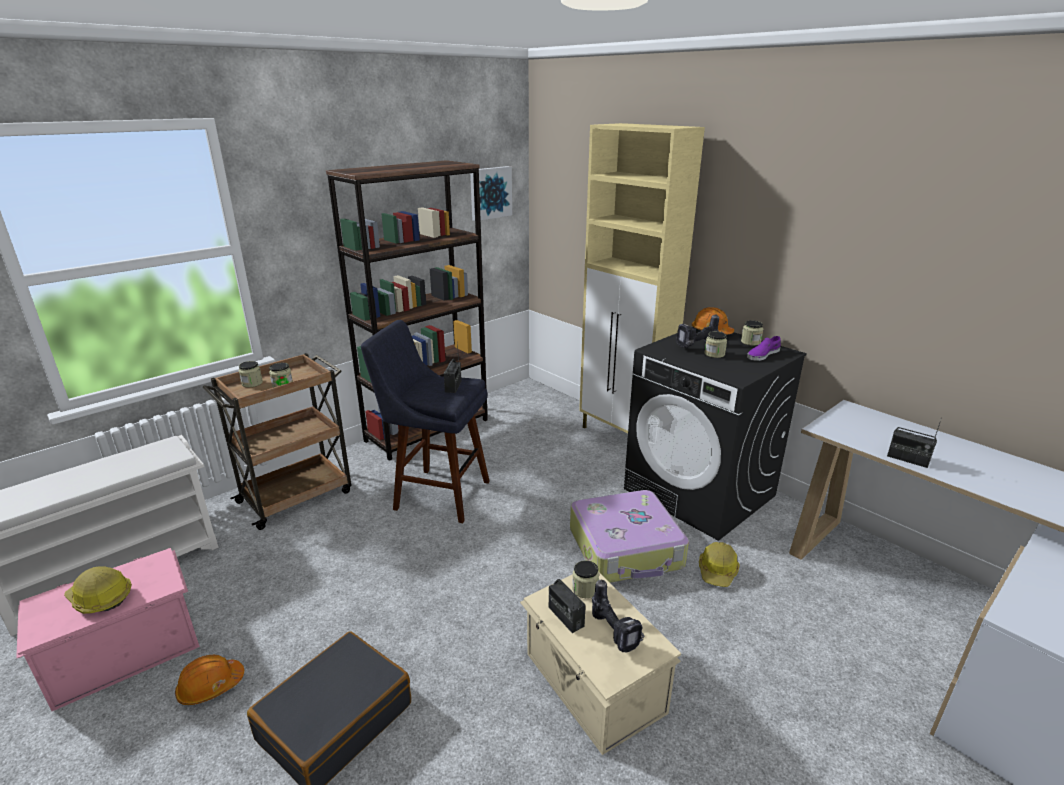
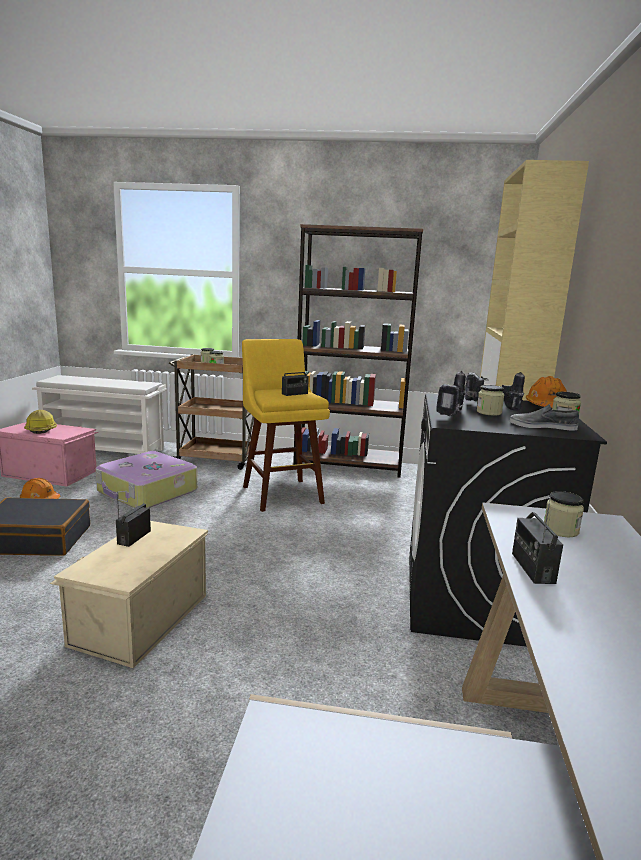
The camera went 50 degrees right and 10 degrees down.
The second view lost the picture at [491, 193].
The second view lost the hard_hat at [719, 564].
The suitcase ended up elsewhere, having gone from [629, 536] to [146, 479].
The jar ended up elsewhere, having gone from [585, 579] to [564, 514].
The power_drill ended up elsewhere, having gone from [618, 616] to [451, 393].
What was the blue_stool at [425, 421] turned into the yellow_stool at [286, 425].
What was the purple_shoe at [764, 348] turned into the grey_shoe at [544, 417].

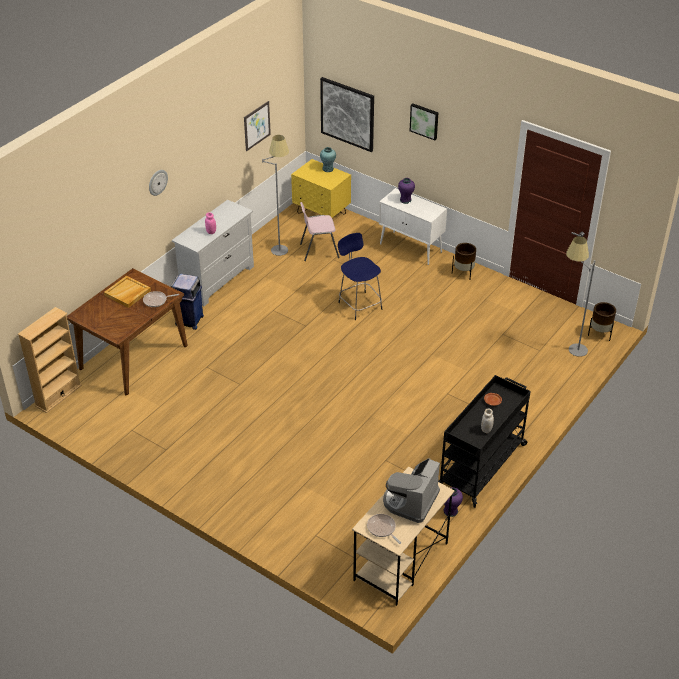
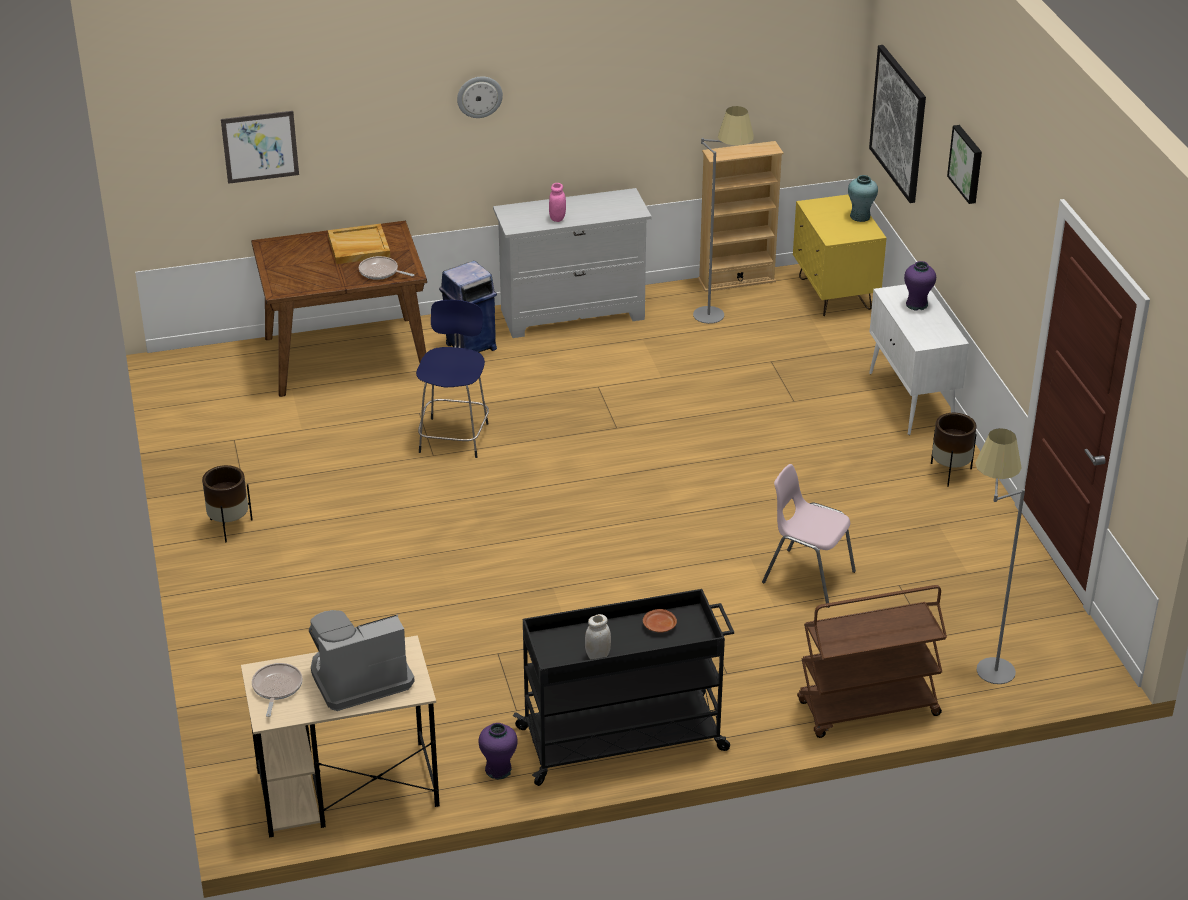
The camera went 40 degrees right and 5 degrees down.
The second view gained the brown_cart at [872, 661].
The beige_bookcase ended up elsewhere, having gone from [50, 360] to [741, 216].
The picture ended up elsewhere, having gone from [257, 126] to [260, 147].
The pink_chair ended up elsewhere, having gone from [319, 231] to [809, 536].
The blue_stool ended up elsewhere, having gone from [360, 276] to [452, 379].
The brown_planter ended up elsewhere, having gone from [602, 321] to [227, 503].

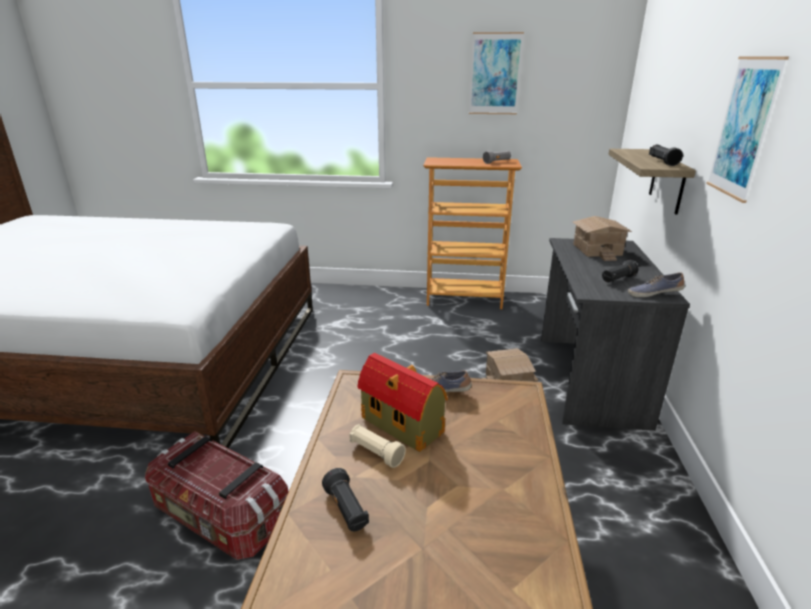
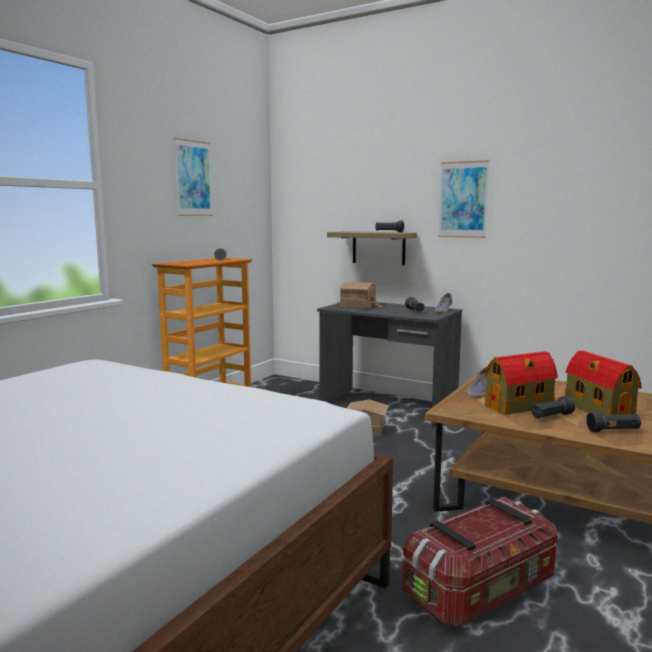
The camera went 65 degrees left and 15 degrees down.
The second view gained the toy_house at [603, 382].
What was the beige_flashlight at [377, 446] turned into the black_flashlight at [553, 407].

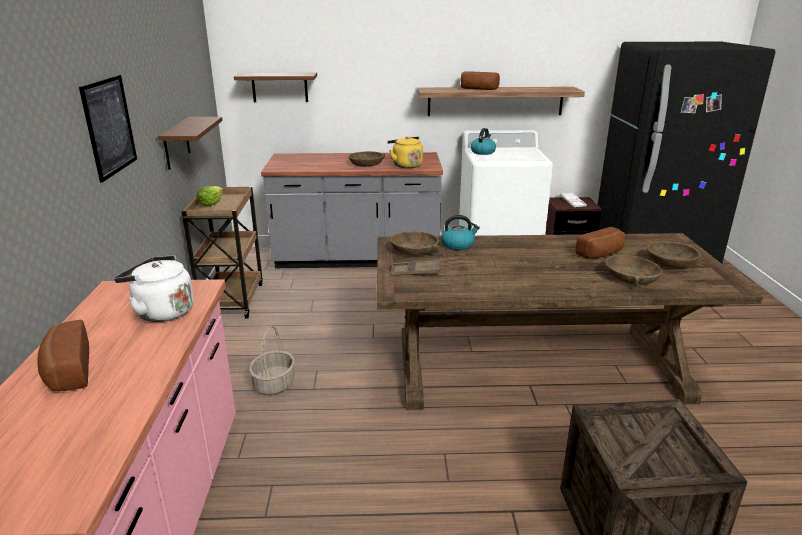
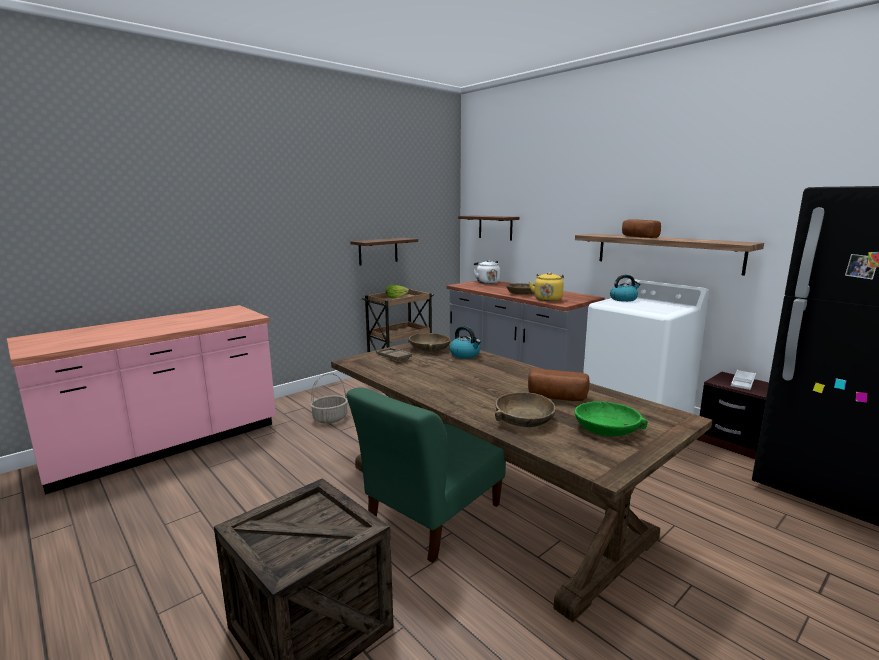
The camera went 50 degrees right and 10 degrees down.
The second view lost the bread at [63, 355].
The second view lost the picture at [108, 129].
The second view gained the green_chair at [426, 475].
The white_kettle ended up elsewhere, having gone from [154, 288] to [486, 272].
What was the brown_bowl at [674, 254] turned into the green_bowl at [611, 418].

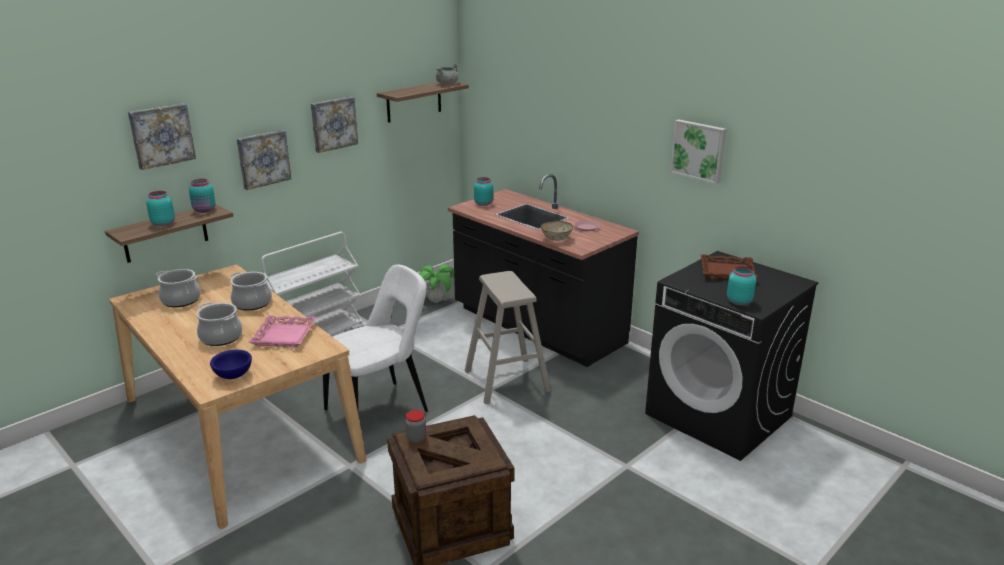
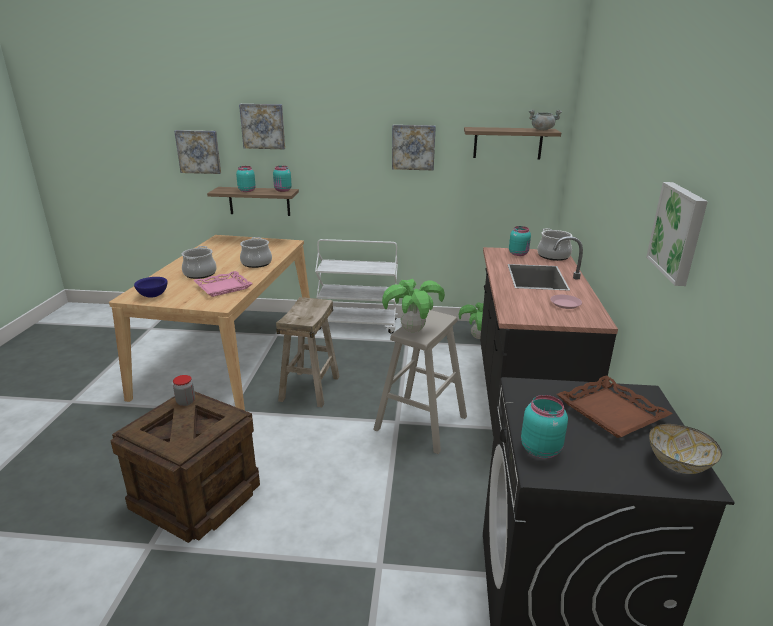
The camera went 50 degrees right and 0 degrees up.
The second view gained the potted_plant at [413, 305].
The cooking_pot ended up elsewhere, having gone from [178, 288] to [554, 244].
The picture ended up elsewhere, having gone from [264, 160] to [197, 152].
The bowl ended up elsewhere, having gone from [557, 231] to [685, 449].
Where the white_chair stood at [375, 338], the beige_stool came to stand at [308, 352].

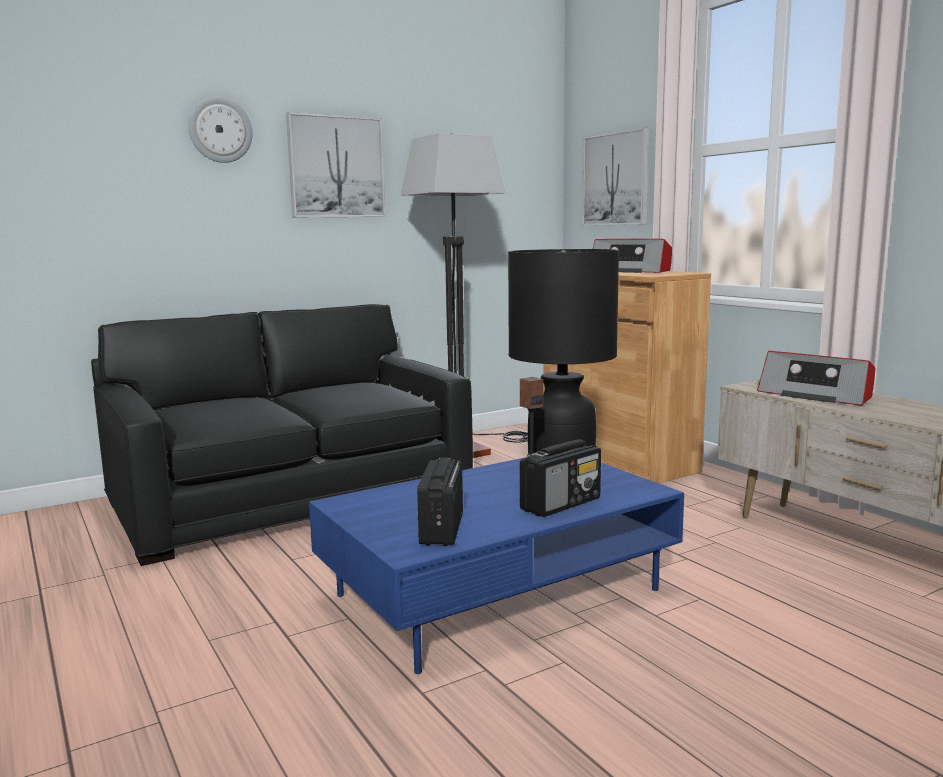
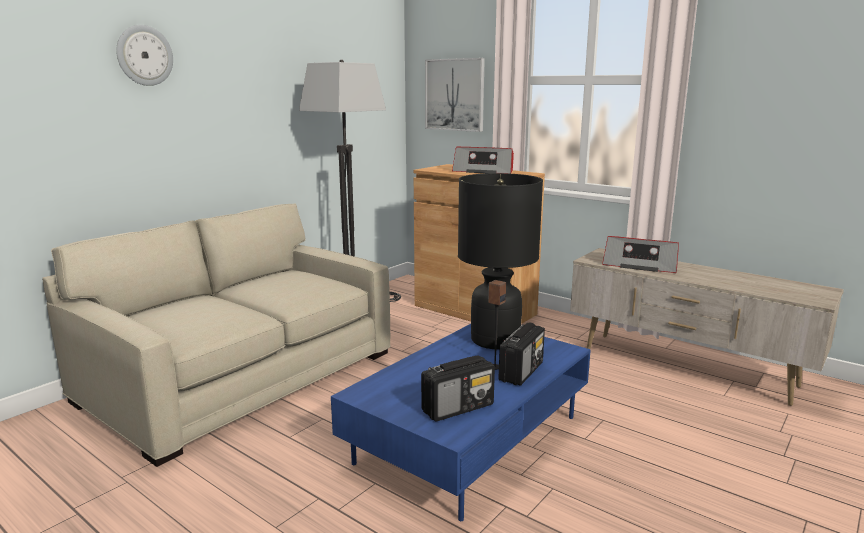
The camera went 20 degrees left and 5 degrees up.
The second view lost the picture at [336, 164].
What was the black_sofa at [282, 435] turned into the beige_sofa at [216, 335].
The radio at [440, 502] ended up facing another way, 105 degrees counterclockwise from before.

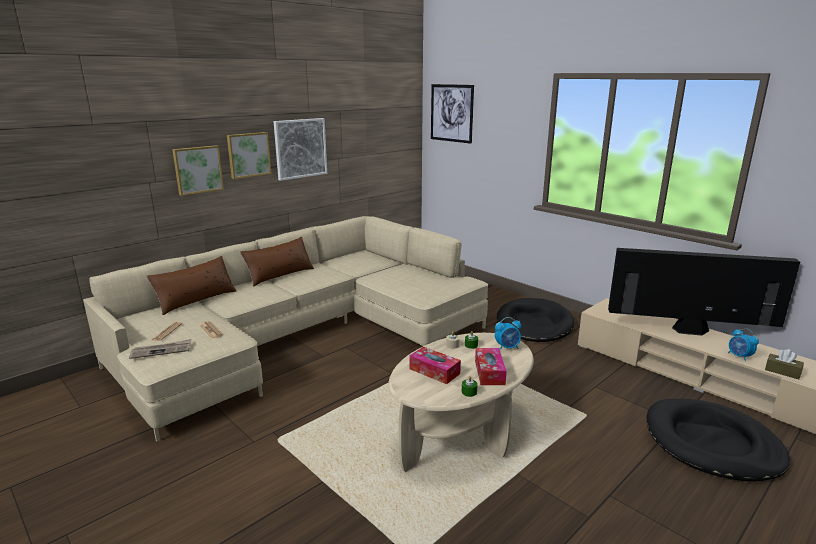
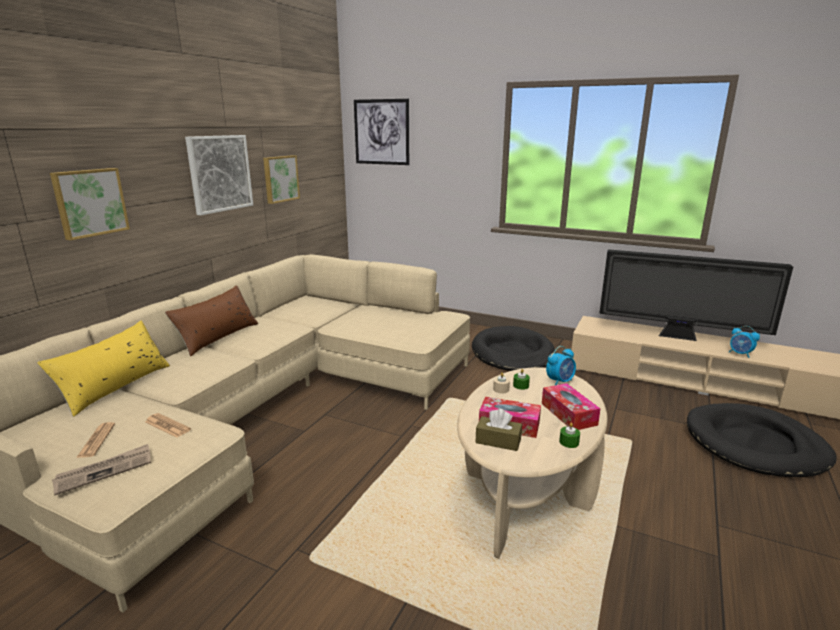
The camera went 20 degrees left and 0 degrees up.
The picture ended up elsewhere, having gone from [249, 155] to [281, 179].
The brown_tissue_box ended up elsewhere, having gone from [784, 364] to [499, 430].
What was the brown_pillow at [191, 285] turned into the yellow_pillow at [103, 369].
The television at [704, 291] ended up facing another way, 150 degrees counterclockwise from before.

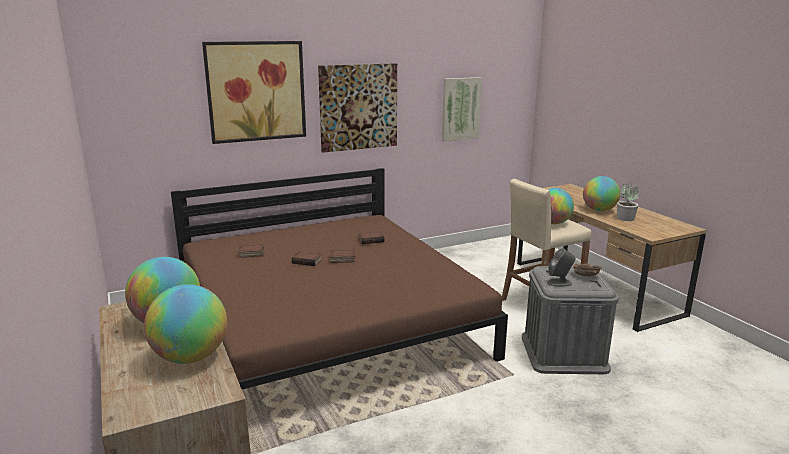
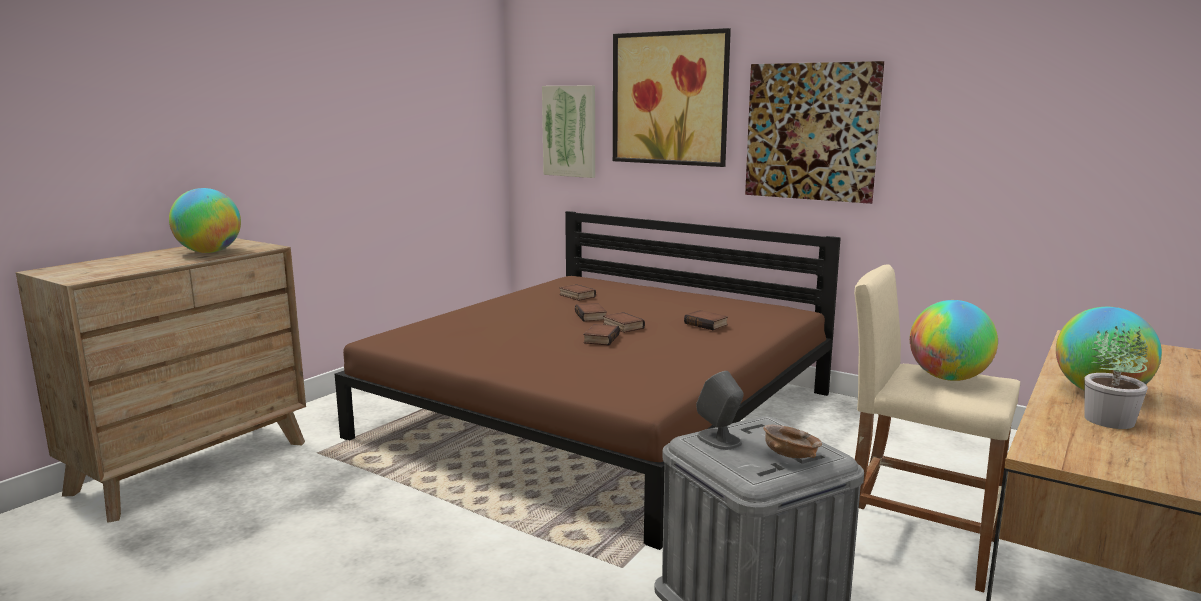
The camera went 60 degrees right and 5 degrees down.
The second view lost the globe at [185, 324].
The second view gained the book at [601, 334].
The picture ended up elsewhere, having gone from [462, 109] to [568, 132].

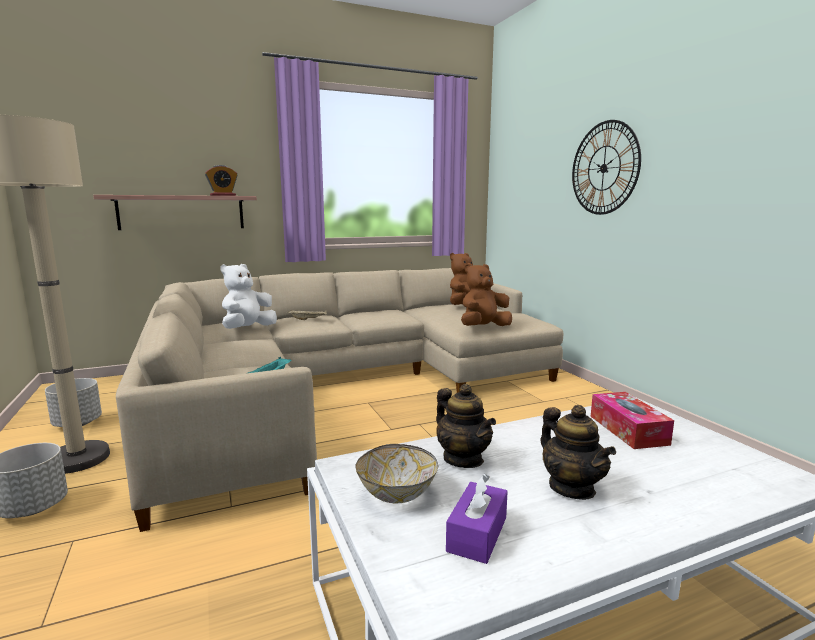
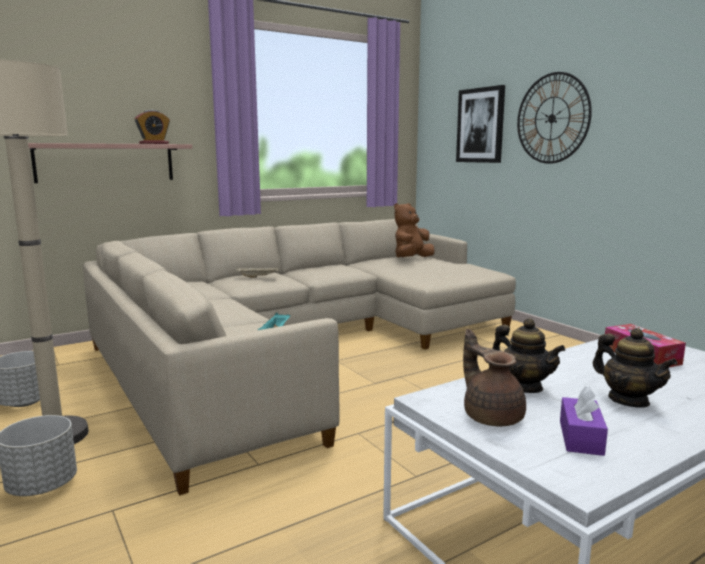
The camera went 10 degrees left and 0 degrees up.
The second view lost the white_plush_toy at [248, 296].
The second view lost the brown_plush_toy at [486, 295].
The second view gained the picture at [480, 124].
Where the bowl stood at [396, 473], the brown_teapot came to stand at [494, 377].

